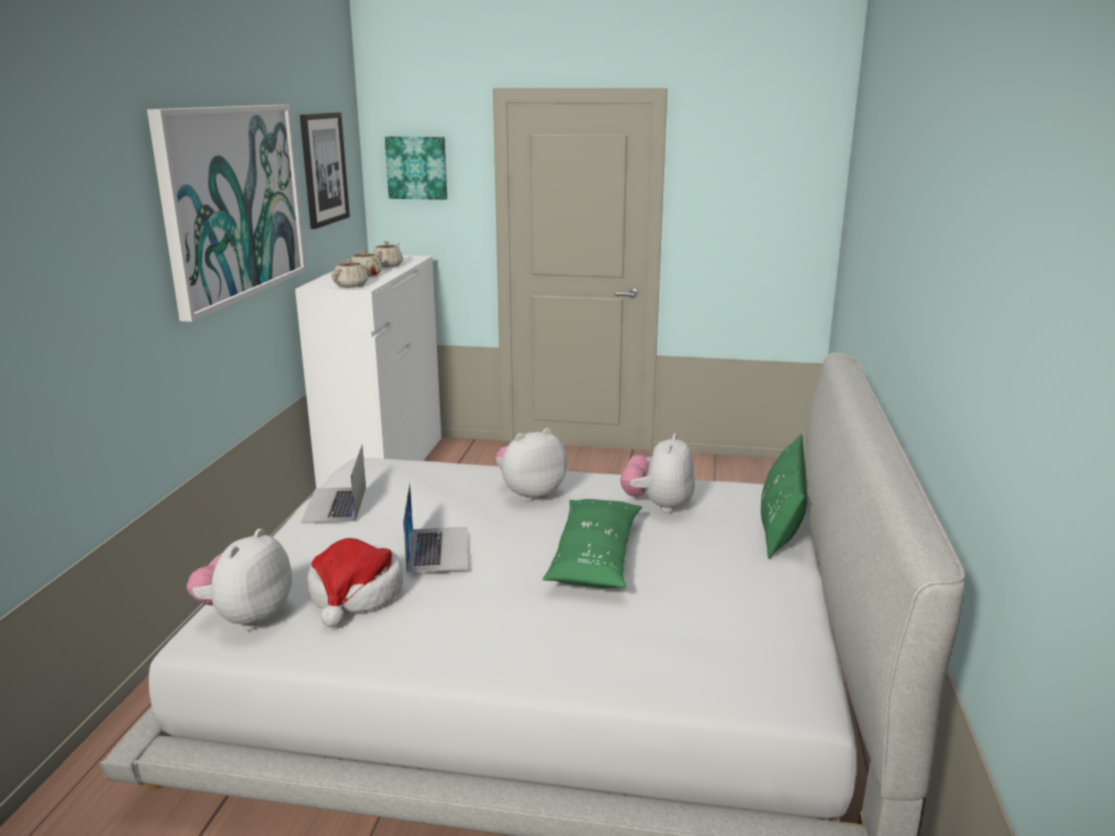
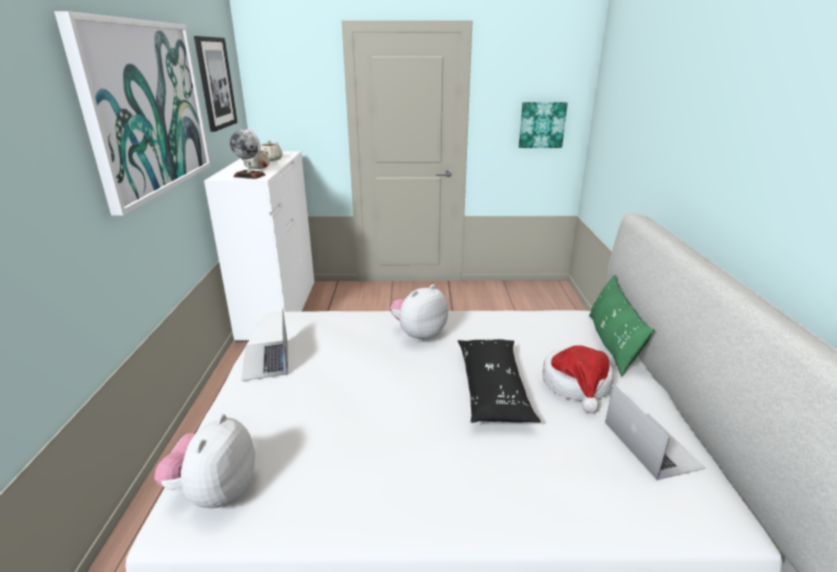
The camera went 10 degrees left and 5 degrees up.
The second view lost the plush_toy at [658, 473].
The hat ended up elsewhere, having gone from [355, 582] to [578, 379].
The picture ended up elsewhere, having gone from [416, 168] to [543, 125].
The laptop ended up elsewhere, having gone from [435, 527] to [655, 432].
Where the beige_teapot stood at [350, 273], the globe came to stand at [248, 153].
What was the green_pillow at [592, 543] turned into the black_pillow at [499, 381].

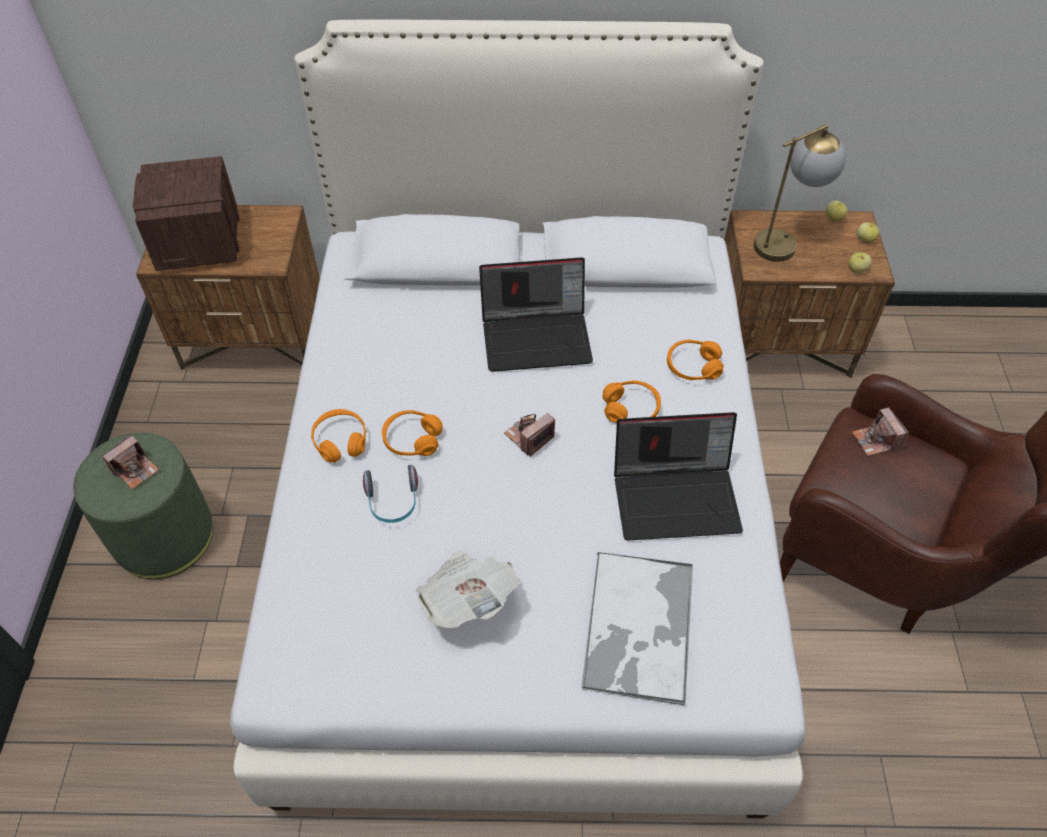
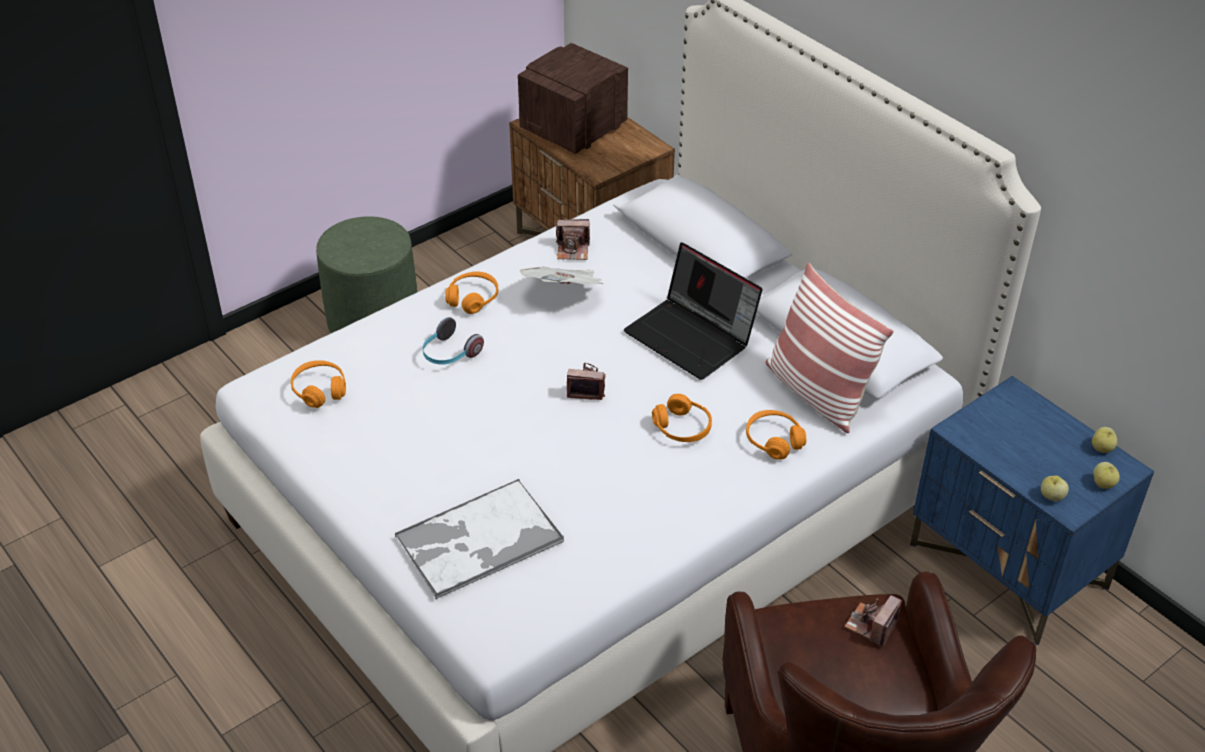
The camera went 50 degrees right and 10 degrees down.
The second view lost the laptop at [678, 476].
The second view lost the table_lamp at [800, 193].
The second view gained the pillow at [829, 348].
The photo_camera ended up elsewhere, having gone from [130, 462] to [573, 239].
The orange_headphones ended up elsewhere, having gone from [412, 433] to [318, 384].
The newspaper ended up elsewhere, having gone from [467, 589] to [561, 275].
What was the brown_nightstand at [809, 294] turned into the blue_nightstand at [1032, 510].

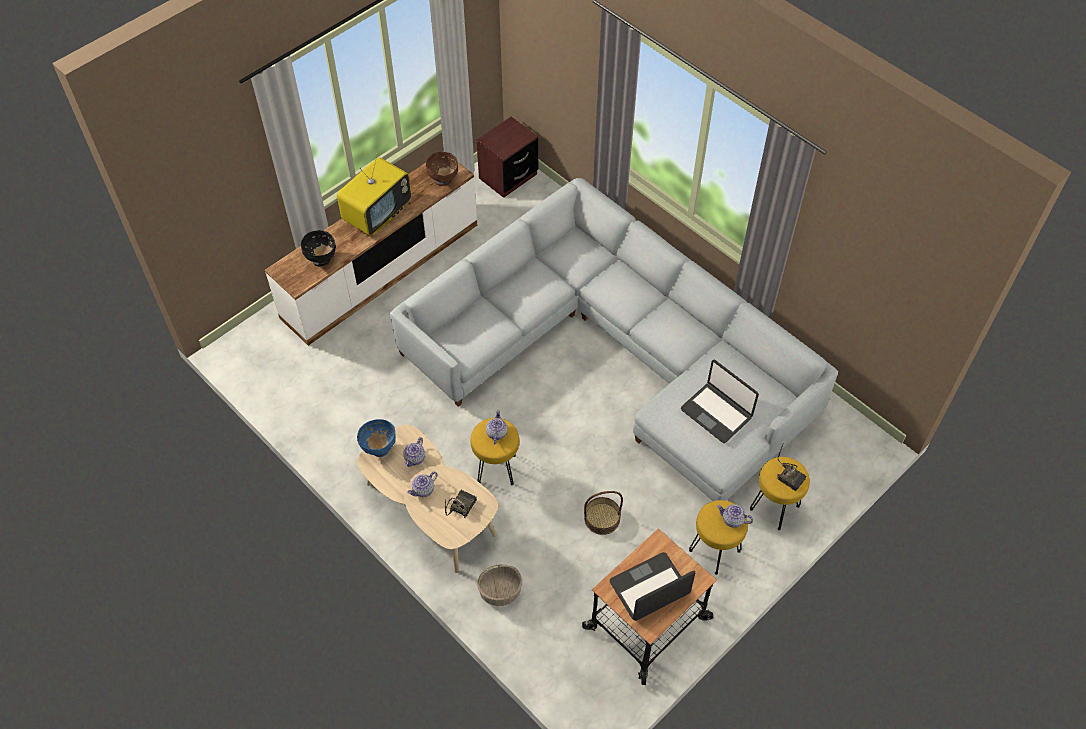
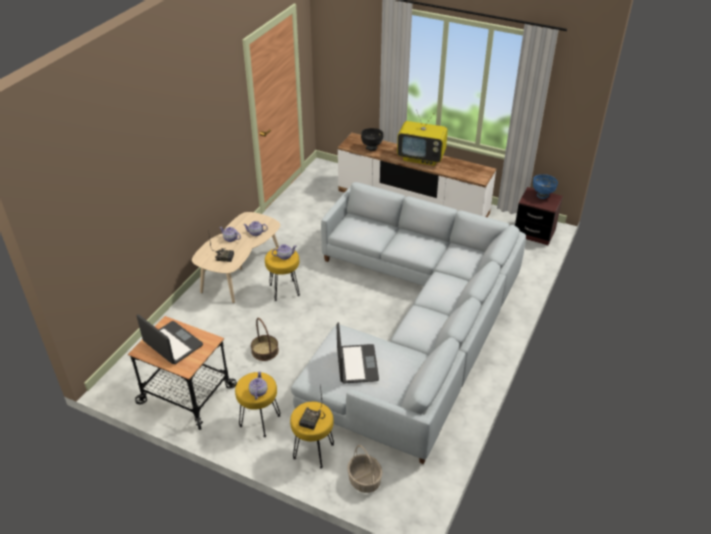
The camera went 70 degrees right and 15 degrees down.
The second view lost the brown_bowl at [442, 169].
The blue_bowl ended up elsewhere, having gone from [376, 438] to [545, 186].
The basket ended up elsewhere, having gone from [499, 585] to [364, 469].
The laptop at [720, 401] ended up facing another way, 150 degrees clockwise from before.

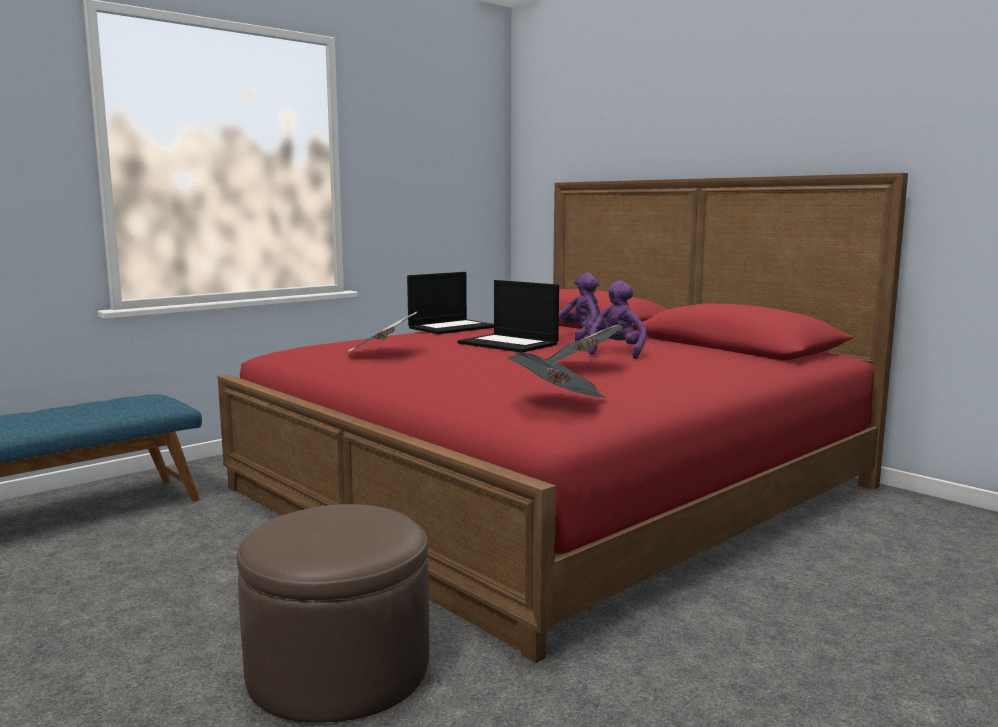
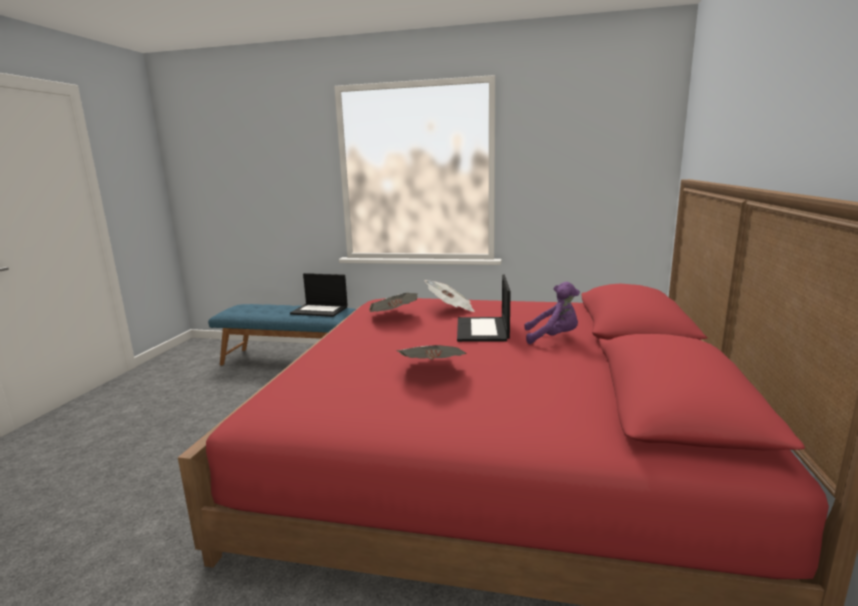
The camera went 55 degrees right and 5 degrees up.
The second view lost the brown_ottoman at [333, 613].
The second view lost the purple_plush_toy at [616, 319].
The laptop ended up elsewhere, having gone from [450, 303] to [319, 295].
The newspaper ended up elsewhere, having gone from [557, 375] to [450, 296].

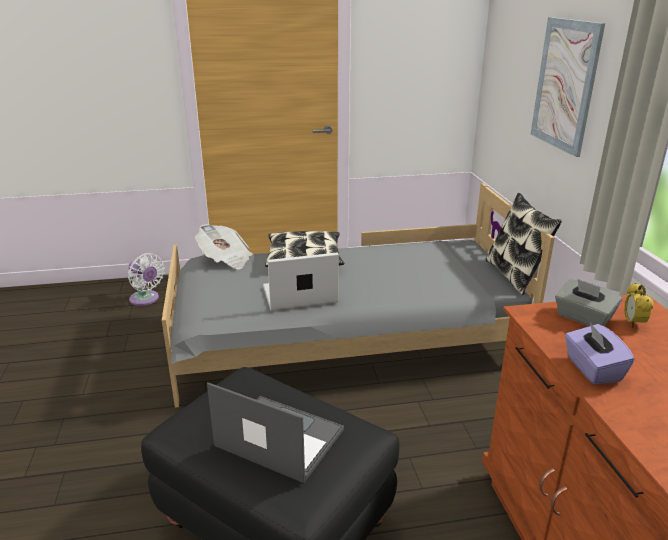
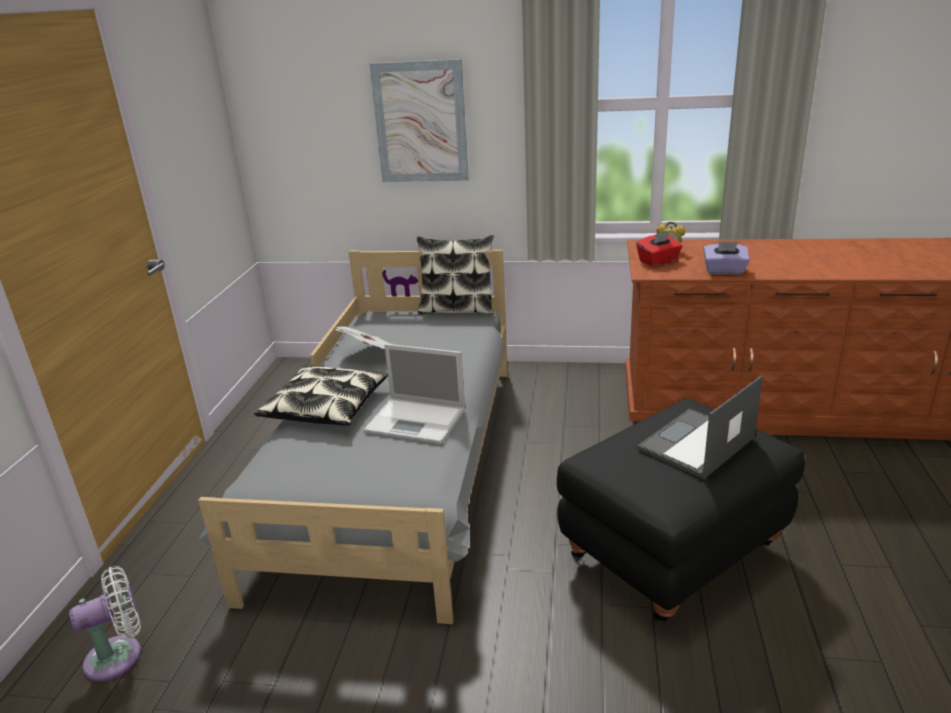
The camera went 70 degrees left and 0 degrees up.
The newspaper ended up elsewhere, having gone from [224, 246] to [364, 337].
What was the grey_tissue_box at [588, 302] turned into the red_tissue_box at [659, 248].
The laptop at [301, 281] ended up facing another way, 75 degrees counterclockwise from before.

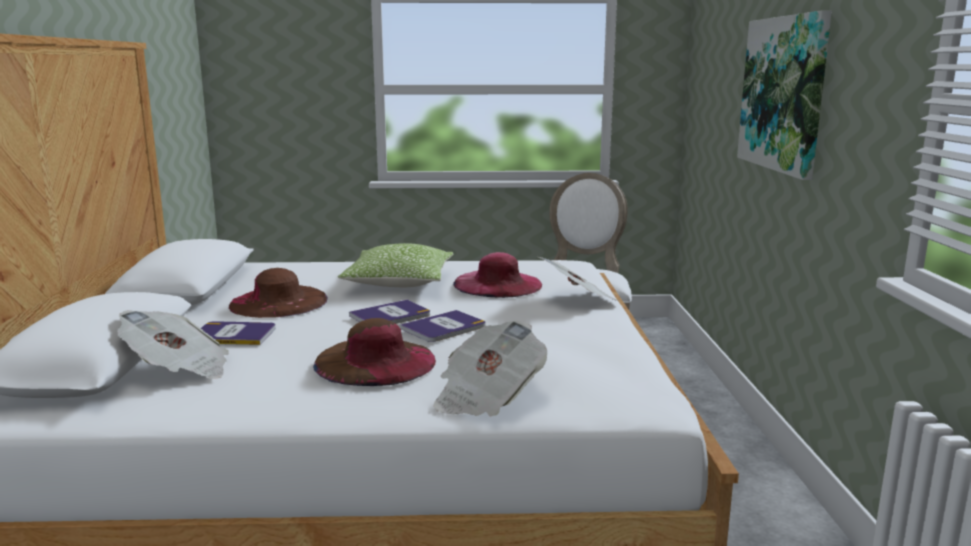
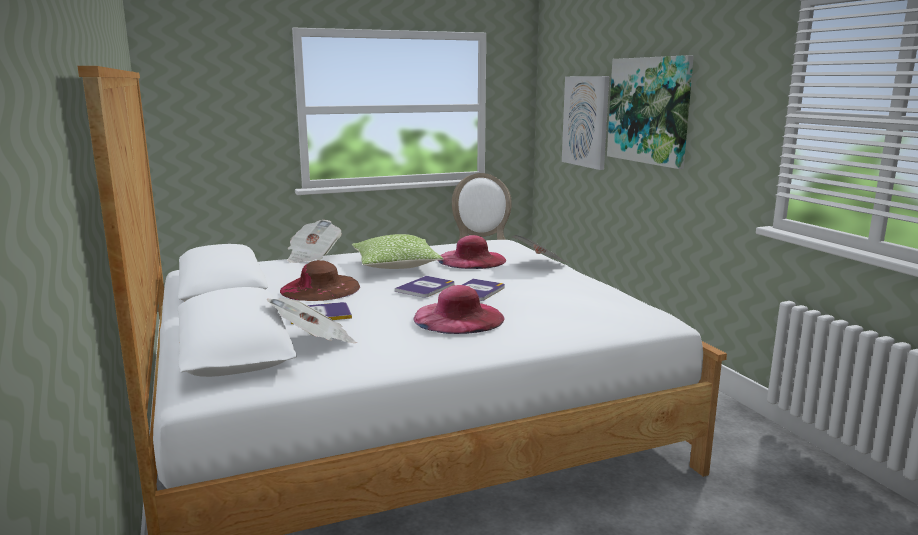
The camera went 20 degrees left and 0 degrees up.
The second view gained the picture at [585, 123].
The newspaper ended up elsewhere, having gone from [490, 368] to [315, 241].
What was the brown_hat at [374, 352] turned into the pink_hat at [459, 309].

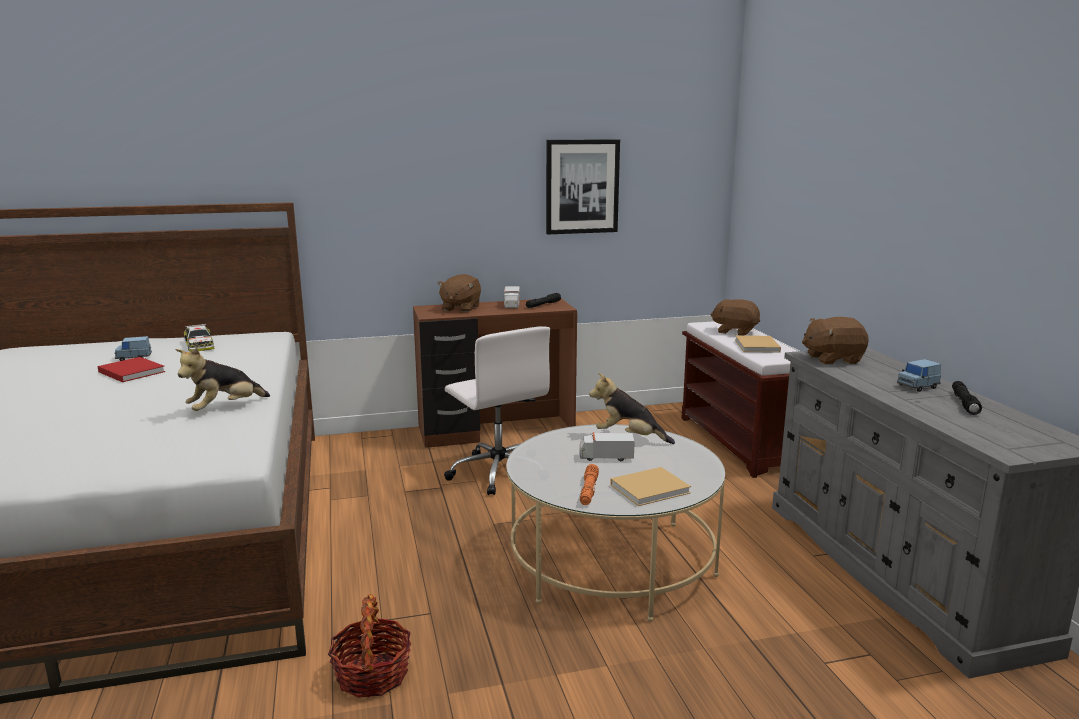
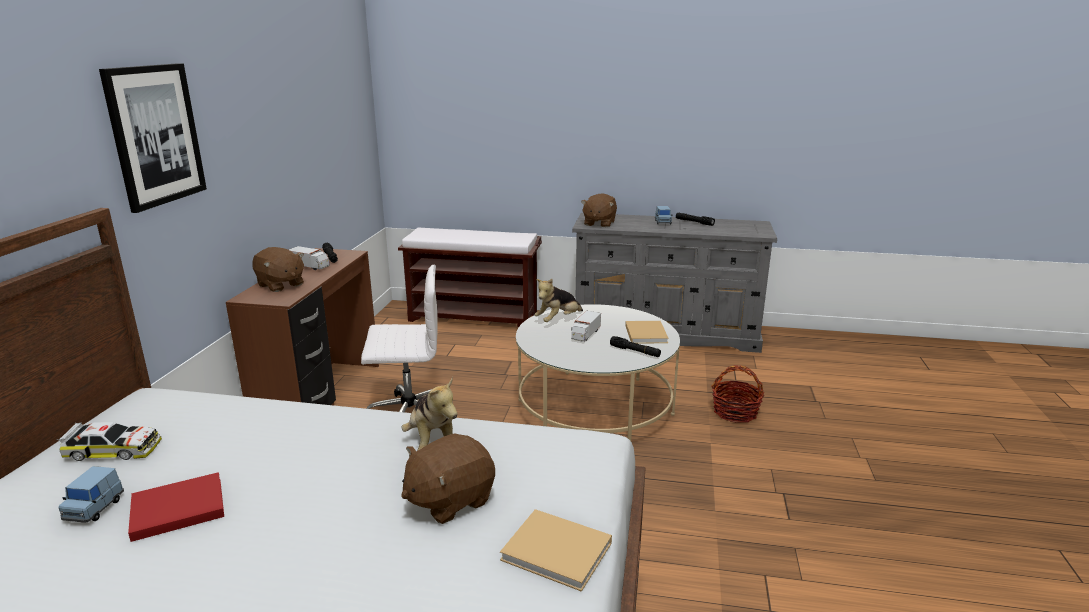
The camera went 65 degrees left and 5 degrees up.
The basket ended up elsewhere, having gone from [369, 646] to [737, 394].
The picture ended up elsewhere, having gone from [583, 187] to [153, 138].
The brown_plush_toy ended up elsewhere, having gone from [735, 317] to [448, 478].
The beige_book ended up elsewhere, having gone from [758, 344] to [556, 550].
What was the orange_flashlight at [589, 484] turned into the black_flashlight at [635, 346].

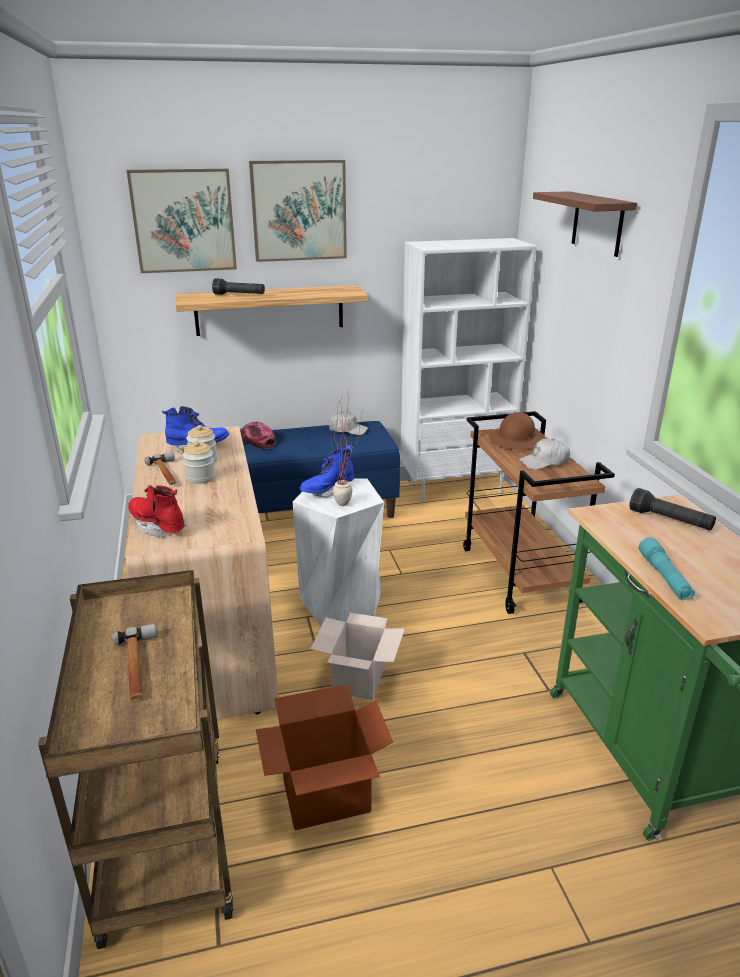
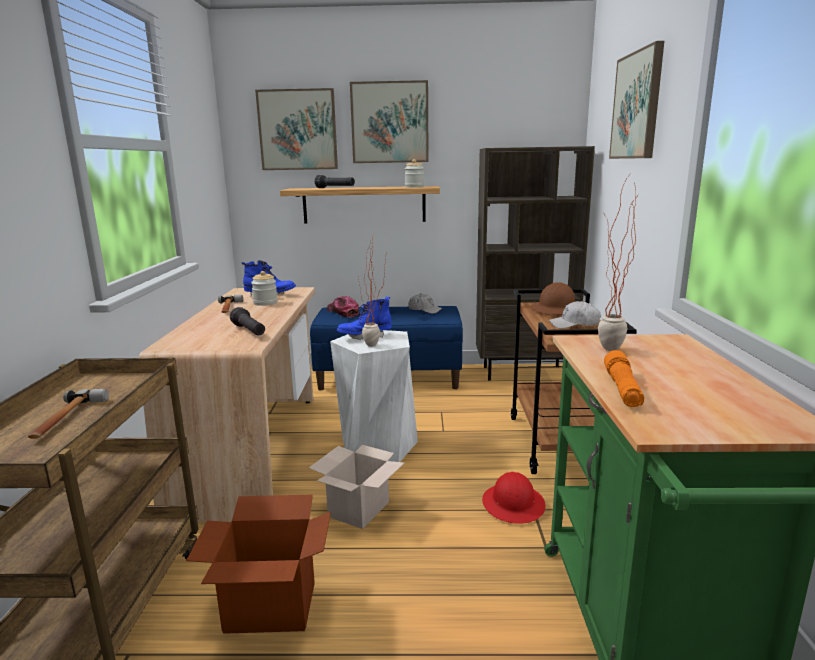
The camera went 15 degrees right and 10 degrees down.
The second view lost the red_boot at [157, 511].
The second view gained the red_hard_hat at [514, 498].
The second view gained the potted_plant at [617, 264].
The jar ended up elsewhere, having gone from [199, 462] to [414, 173].
The black_flashlight ended up elsewhere, having gone from [672, 509] to [247, 321].
Where the shelf hung at [585, 224], the picture came to hang at [636, 100].
What was the white_bookcase at [468, 370] turned into the brown_bookcase at [535, 263].
What was the turquoise_flashlight at [667, 568] turned into the orange_flashlight at [624, 378].

